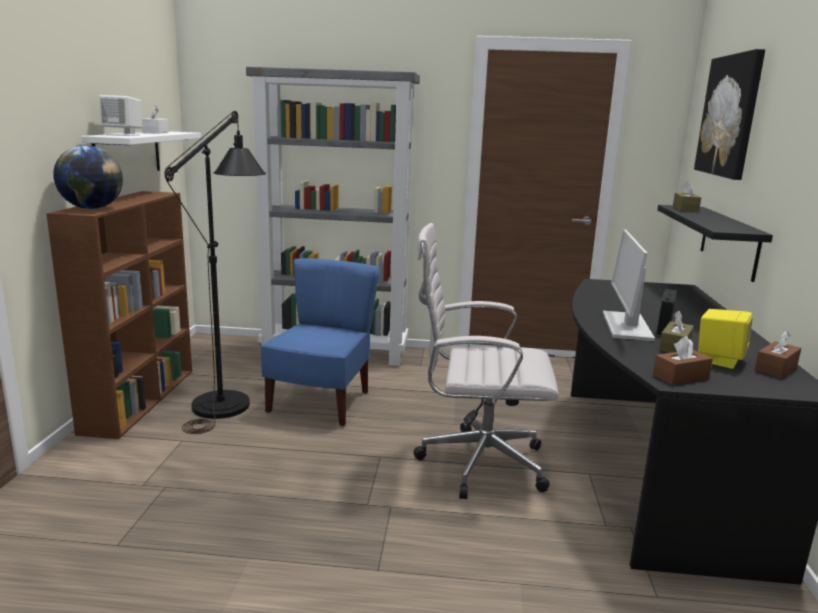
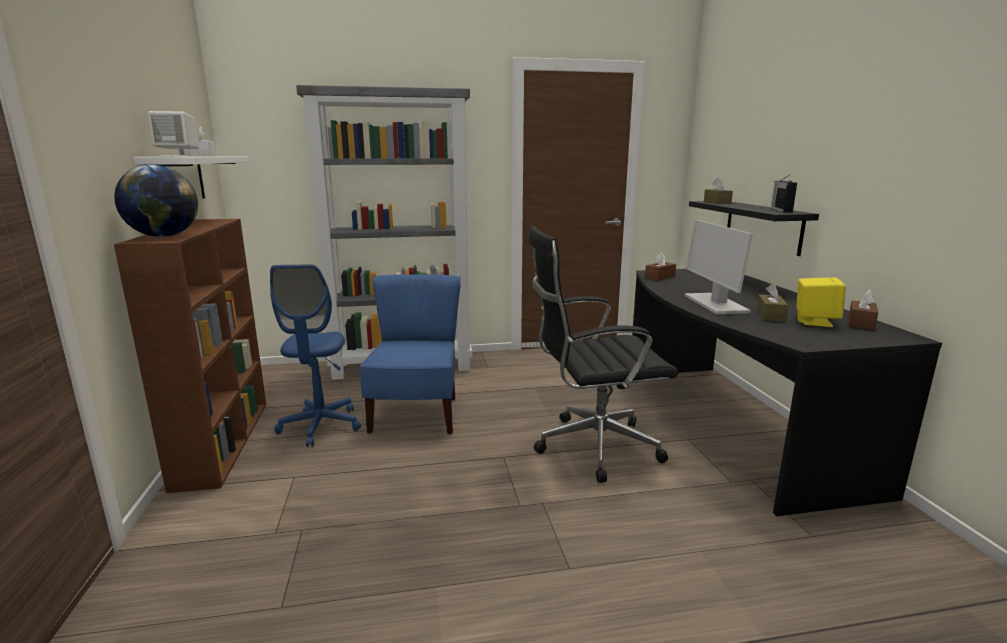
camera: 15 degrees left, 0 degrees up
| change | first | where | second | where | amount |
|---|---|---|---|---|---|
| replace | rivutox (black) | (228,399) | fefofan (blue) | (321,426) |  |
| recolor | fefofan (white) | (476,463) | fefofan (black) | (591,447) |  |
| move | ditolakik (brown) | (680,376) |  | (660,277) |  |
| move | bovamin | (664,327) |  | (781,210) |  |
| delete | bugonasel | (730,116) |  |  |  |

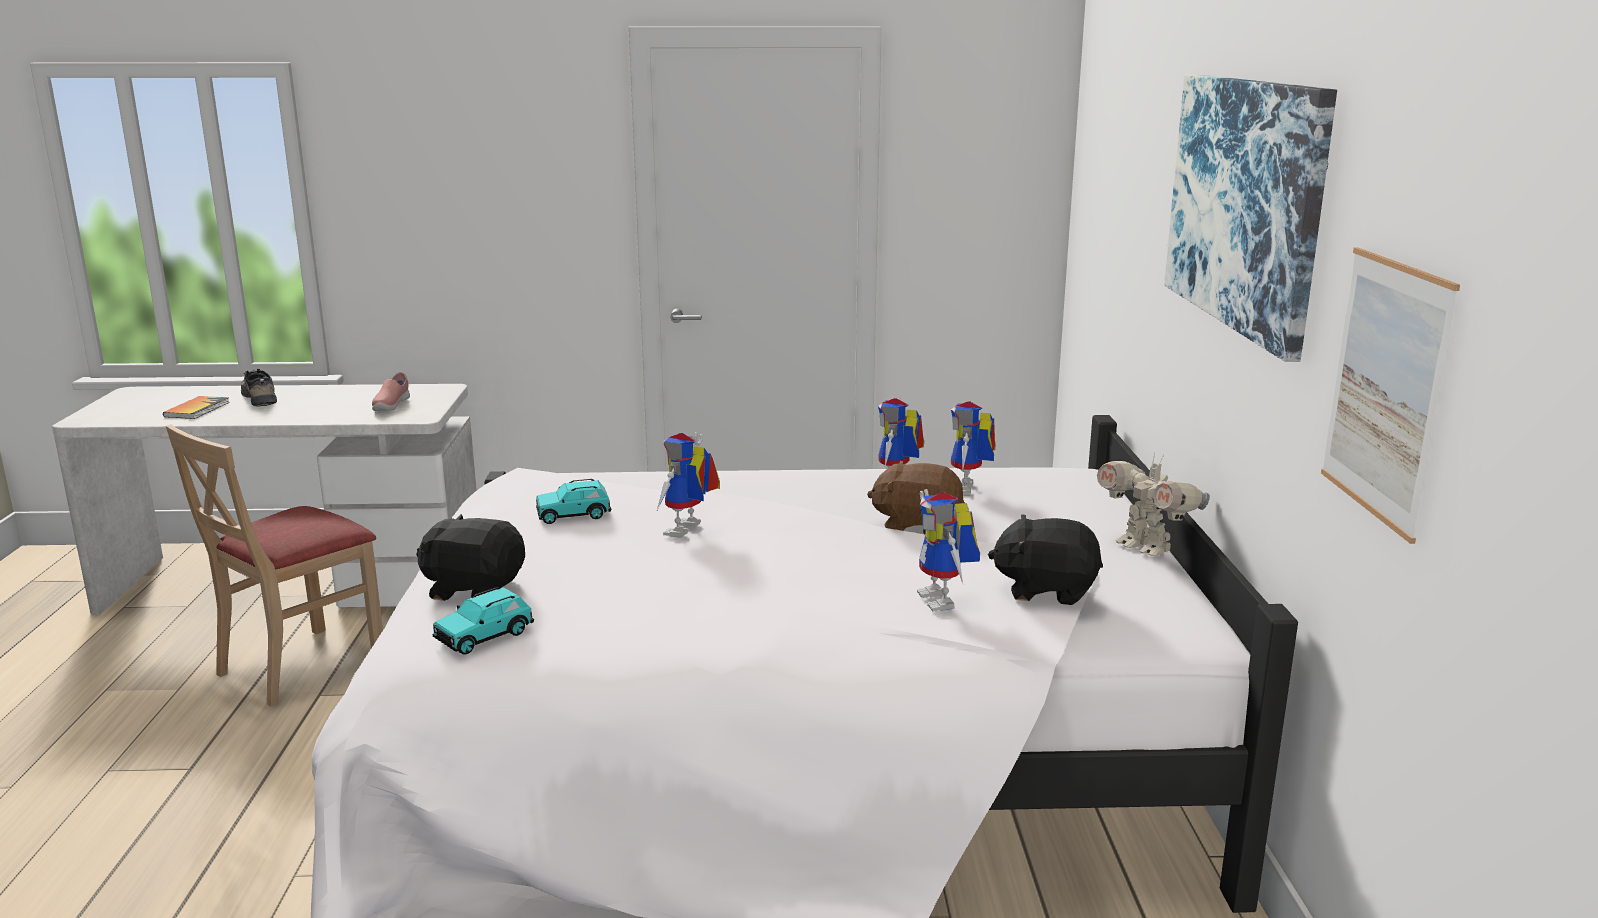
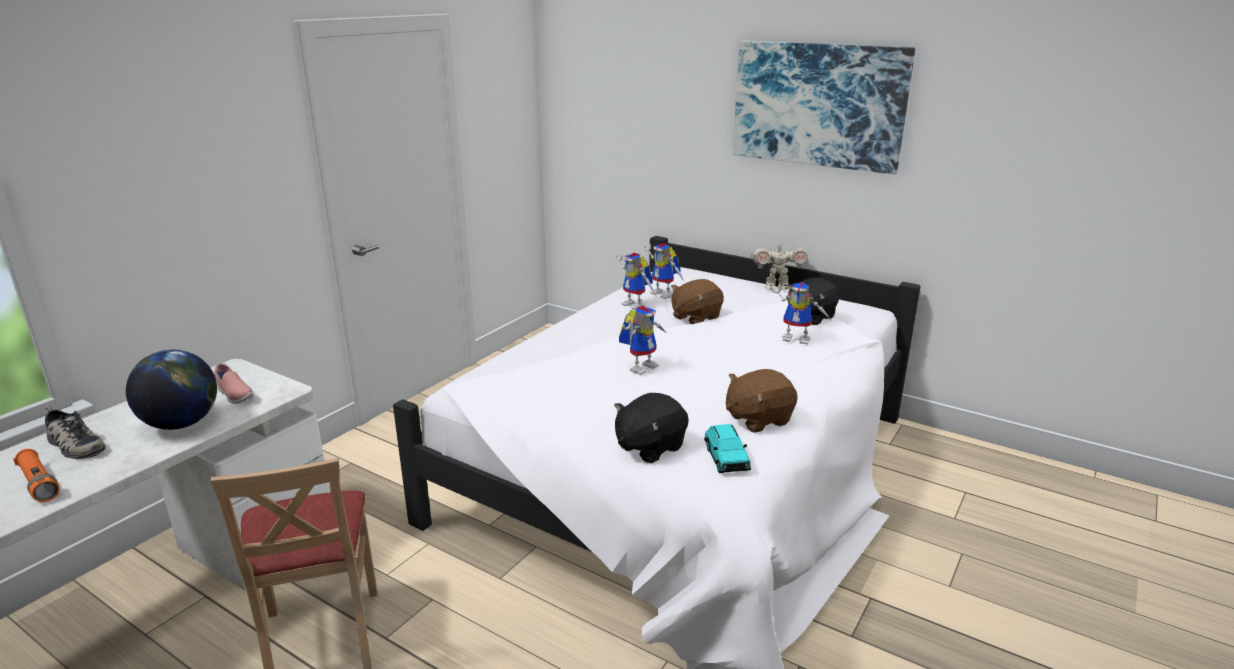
camera: 55 degrees left, 5 degrees up
| change | first | where | second | where | amount |
|---|---|---|---|---|---|
| replace | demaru | (197,409) | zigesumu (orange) | (39,483) |  |
| rotate | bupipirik | (261,397) |  | (73,445) | 150 degrees counterclockwise |
| delete | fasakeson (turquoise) | (574,515) |  |  |  |
| rotate | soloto | (687,532) |  | (642,366) | 105 degrees counterclockwise |
| delete | bugonasel | (1385,389) |  |  |  |
| insert |  |  | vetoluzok | (181,424) |  |
| insert |  |  | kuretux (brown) | (758,419) |  |

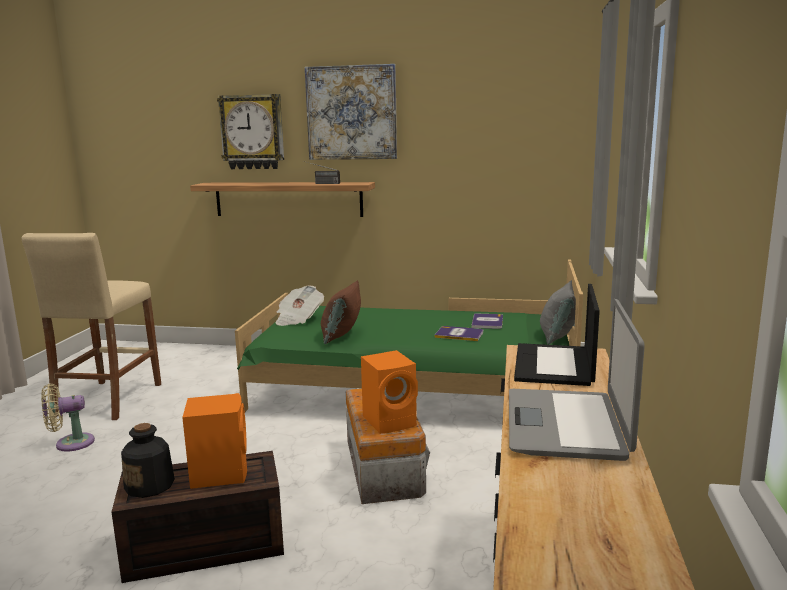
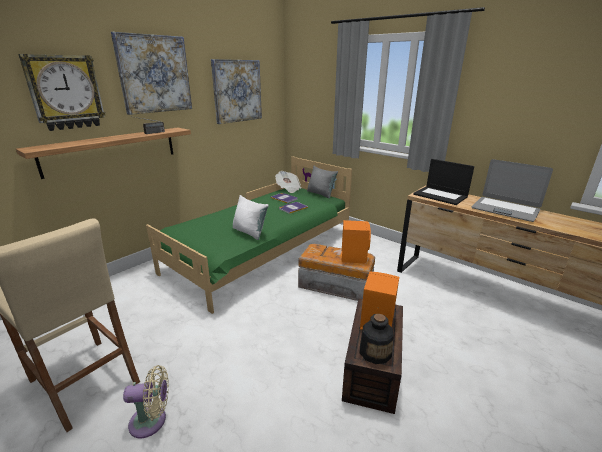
camera: 60 degrees left, 10 degrees up
| change | first | where | second | where | amount |
|---|---|---|---|---|---|
| rotate | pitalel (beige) | (70,443) |  | (152,421) | 105 degrees counterclockwise |
| move | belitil | (298,319) |  | (288,188) |  |
| recolor | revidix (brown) | (341,335) | revidix (white) | (250,232) |  |
| insert |  |  | bugonasel | (237,91) |  |

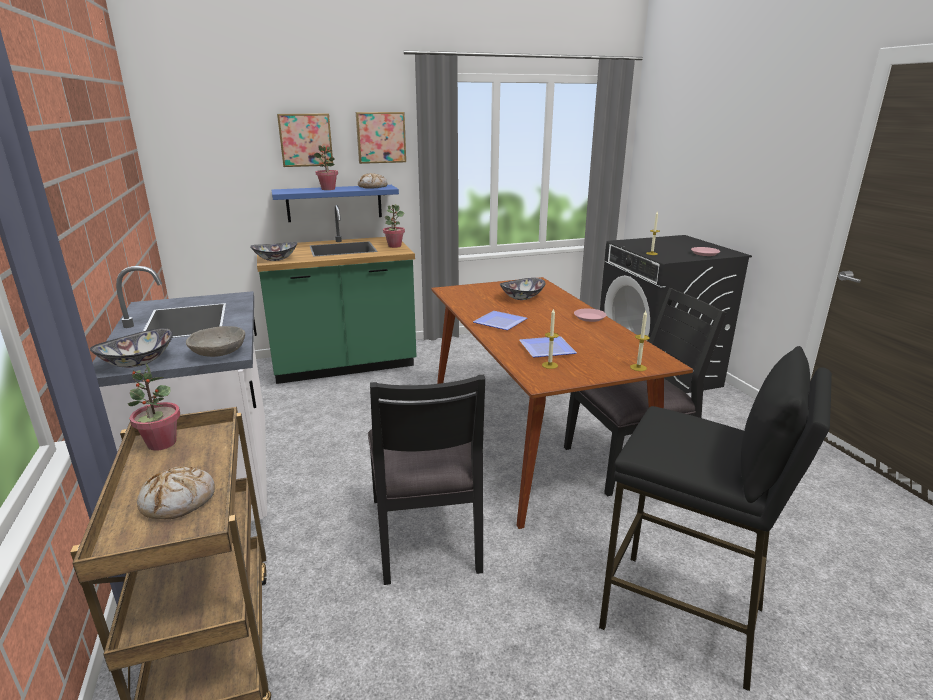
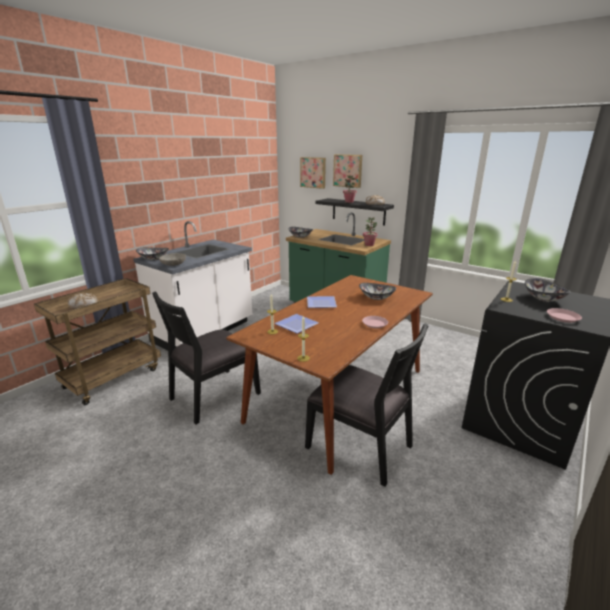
camera: 55 degrees right, 0 degrees up
| change | first | where | second | where | amount |
|---|---|---|---|---|---|
| delete | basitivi | (161,443) |  |  |  |
| recolor | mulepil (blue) | (334,203) | mulepil (black) | (358,211) |  |
| move | bugonasel | (380,137) |  | (313,172) |  |
| delete | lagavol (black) | (683,617) |  |  |  |
| insert |  |  | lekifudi | (544,298) |  |

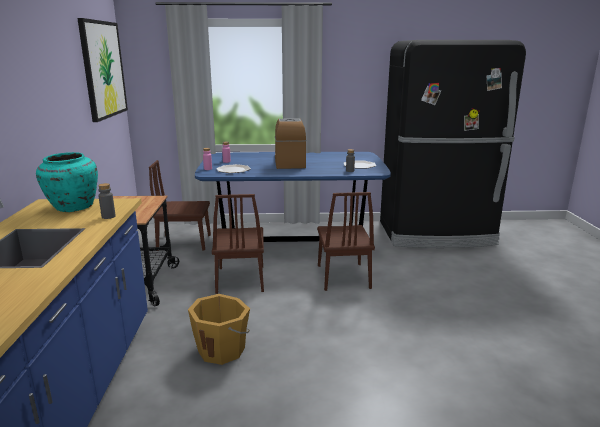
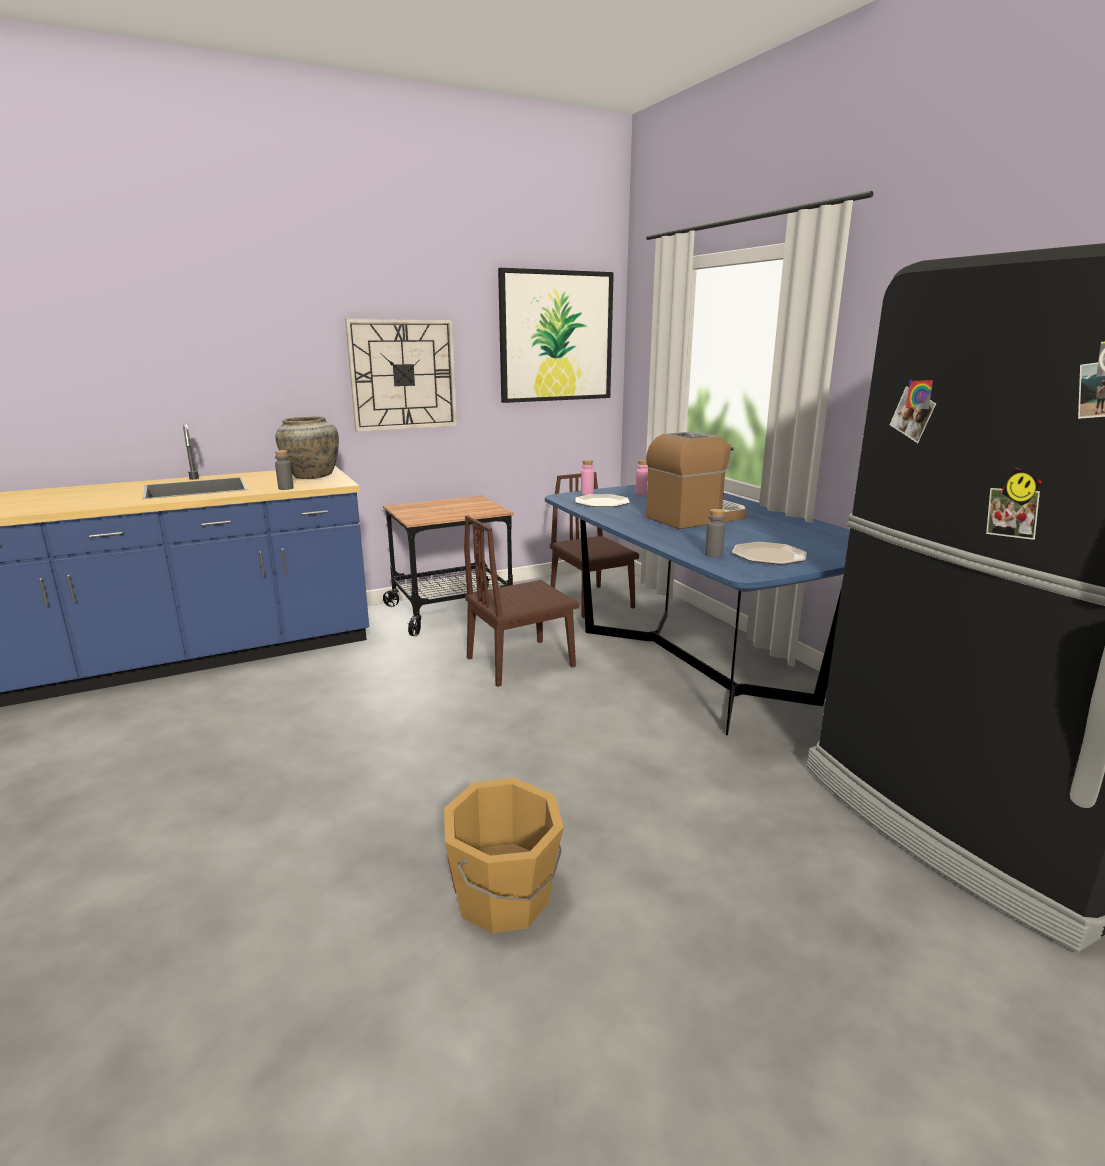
camera: 65 degrees right, 0 degrees up
| change | first | where | second | where | amount |
|---|---|---|---|---|---|
| recolor | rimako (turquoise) | (72,207) | rimako (beige) | (311,476) |  |
| move | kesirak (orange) | (222,349) |  | (505,898) |  |
| delete | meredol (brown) | (343,276) |  |  |  |
| insert |  |  | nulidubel | (403,375) |  |

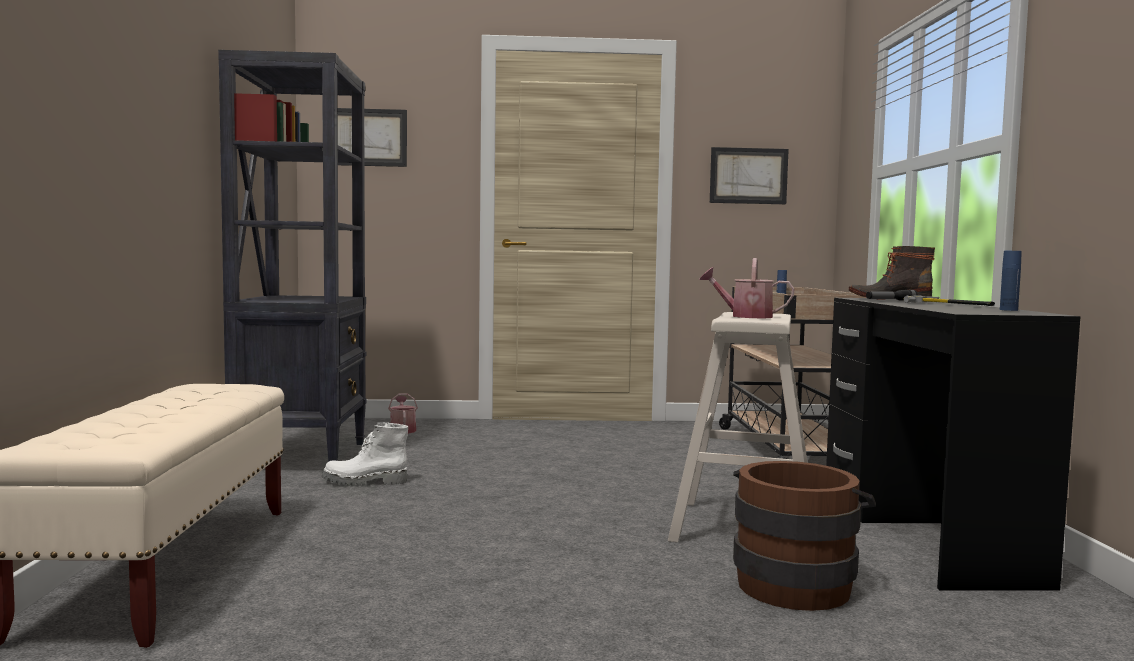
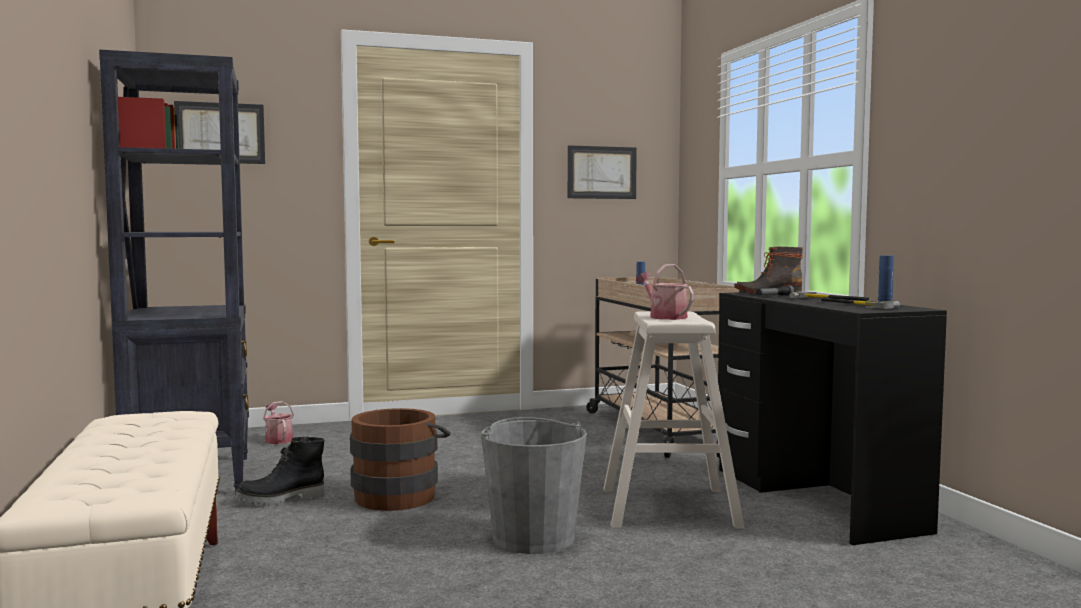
camera: 15 degrees left, 0 degrees up
| change | first | where | second | where | amount |
|---|---|---|---|---|---|
| recolor | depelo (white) | (364,482) | depelo (black) | (281,500) |  |
| rotate | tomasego | (745,316) |  | (664,317) | 60 degrees clockwise |
| move | kesirak (brown) | (796,583) |  | (398,495) |  |
| insert |  |  | kesirak (grey) | (533,538) |  |
| insert |  |  | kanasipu | (854,305) |  |

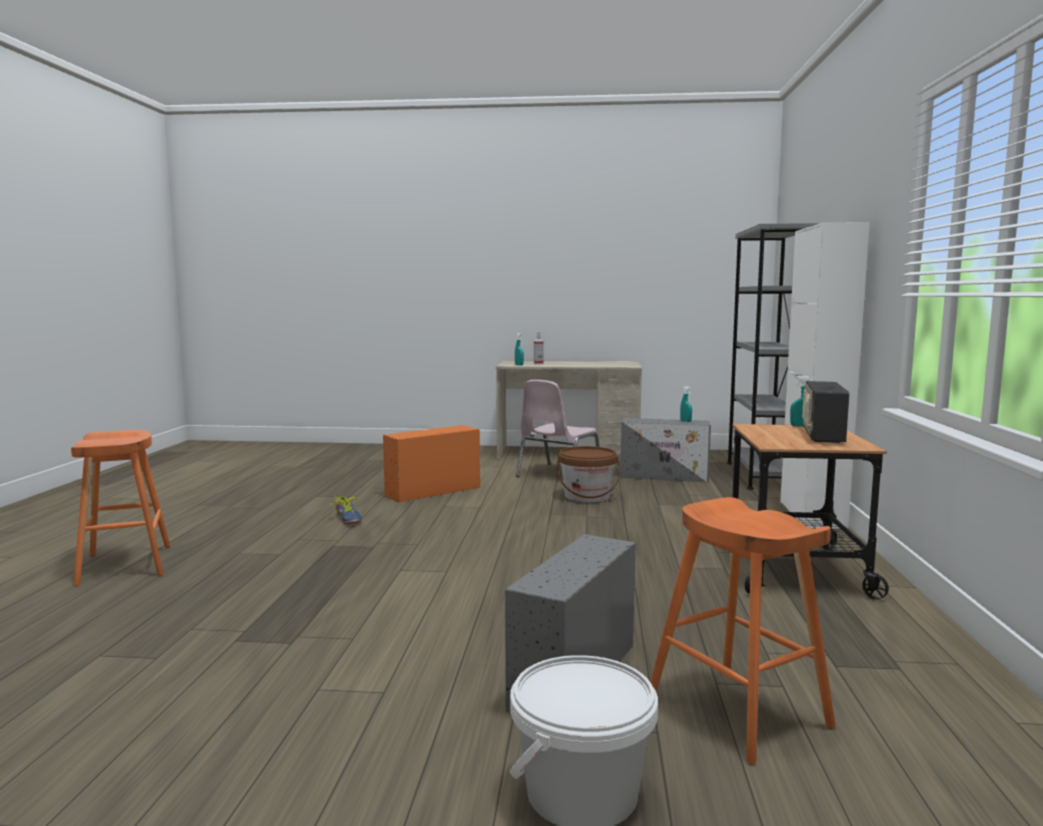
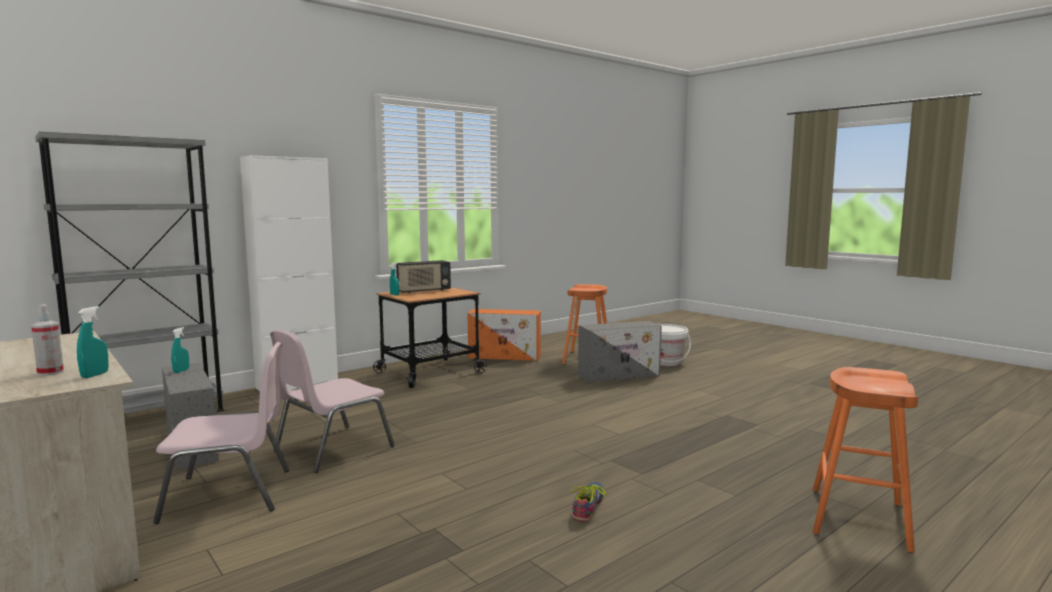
camera: 135 degrees left, 0 degrees up
| change | first | where | second | where | amount |
|---|---|---|---|---|---|
| move | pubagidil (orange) | (432,492) |  | (505,356) |  |
| replace | kesirak (brown) | (587,496) | meredol (pink) | (331,449) |  |

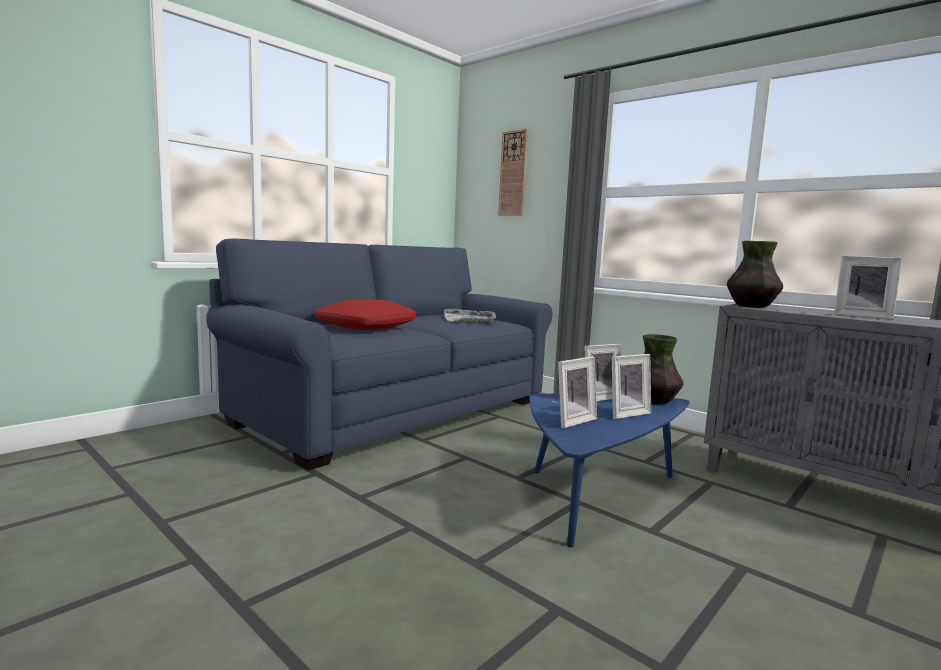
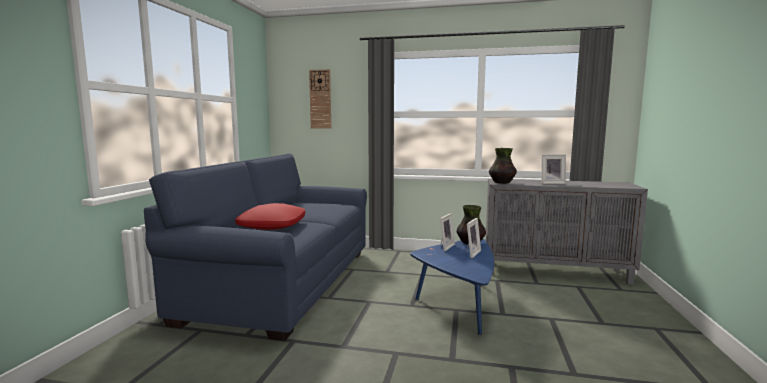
camera: 30 degrees left, 0 degrees up
| change | first | where | second | where | amount |
|---|---|---|---|---|---|
| delete | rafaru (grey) | (469,319) |  |  |  |
| delete | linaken | (571,421) |  |  |  |

